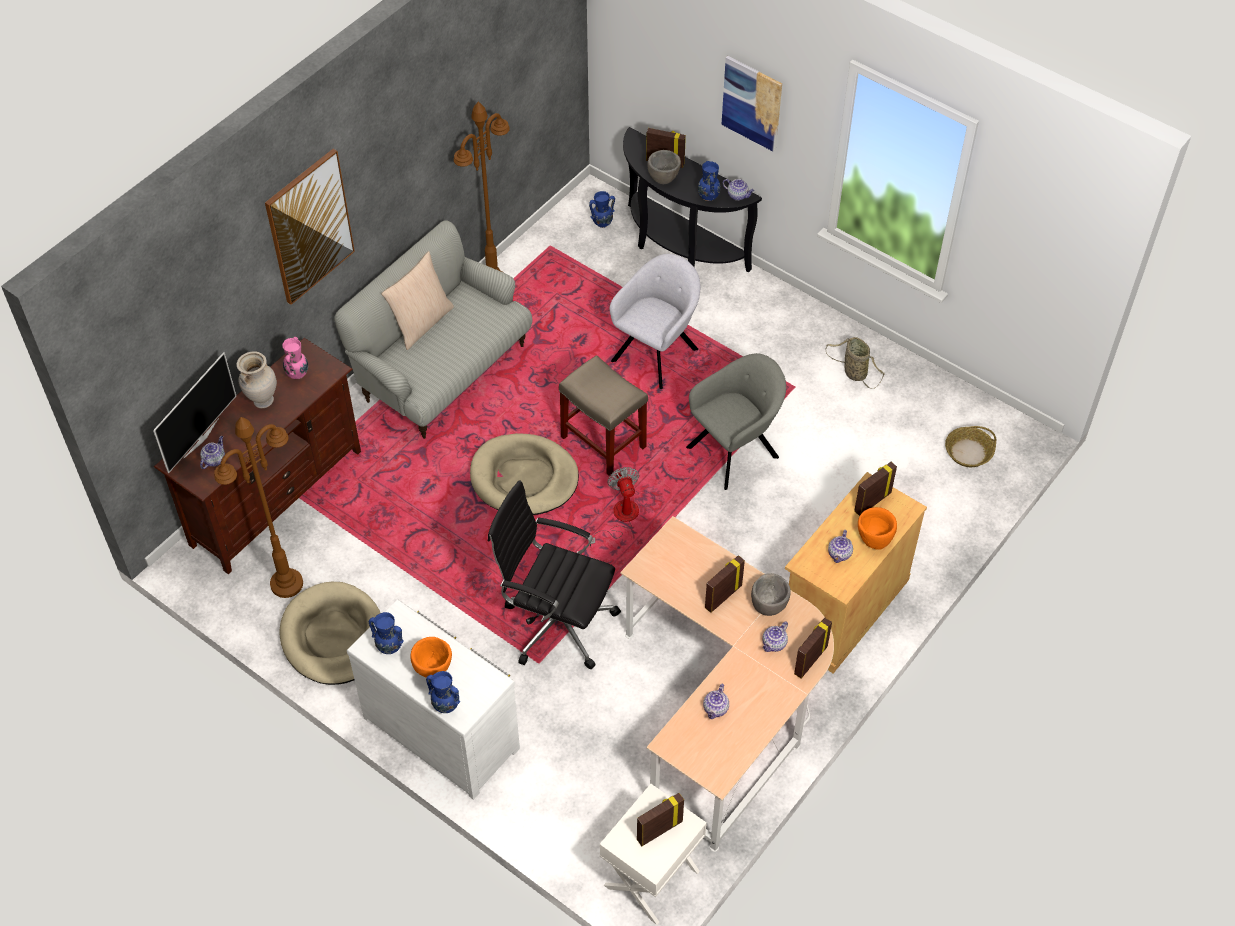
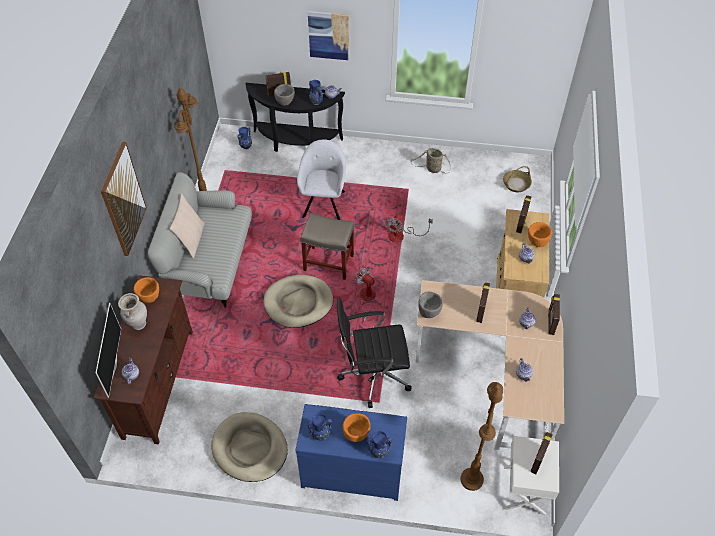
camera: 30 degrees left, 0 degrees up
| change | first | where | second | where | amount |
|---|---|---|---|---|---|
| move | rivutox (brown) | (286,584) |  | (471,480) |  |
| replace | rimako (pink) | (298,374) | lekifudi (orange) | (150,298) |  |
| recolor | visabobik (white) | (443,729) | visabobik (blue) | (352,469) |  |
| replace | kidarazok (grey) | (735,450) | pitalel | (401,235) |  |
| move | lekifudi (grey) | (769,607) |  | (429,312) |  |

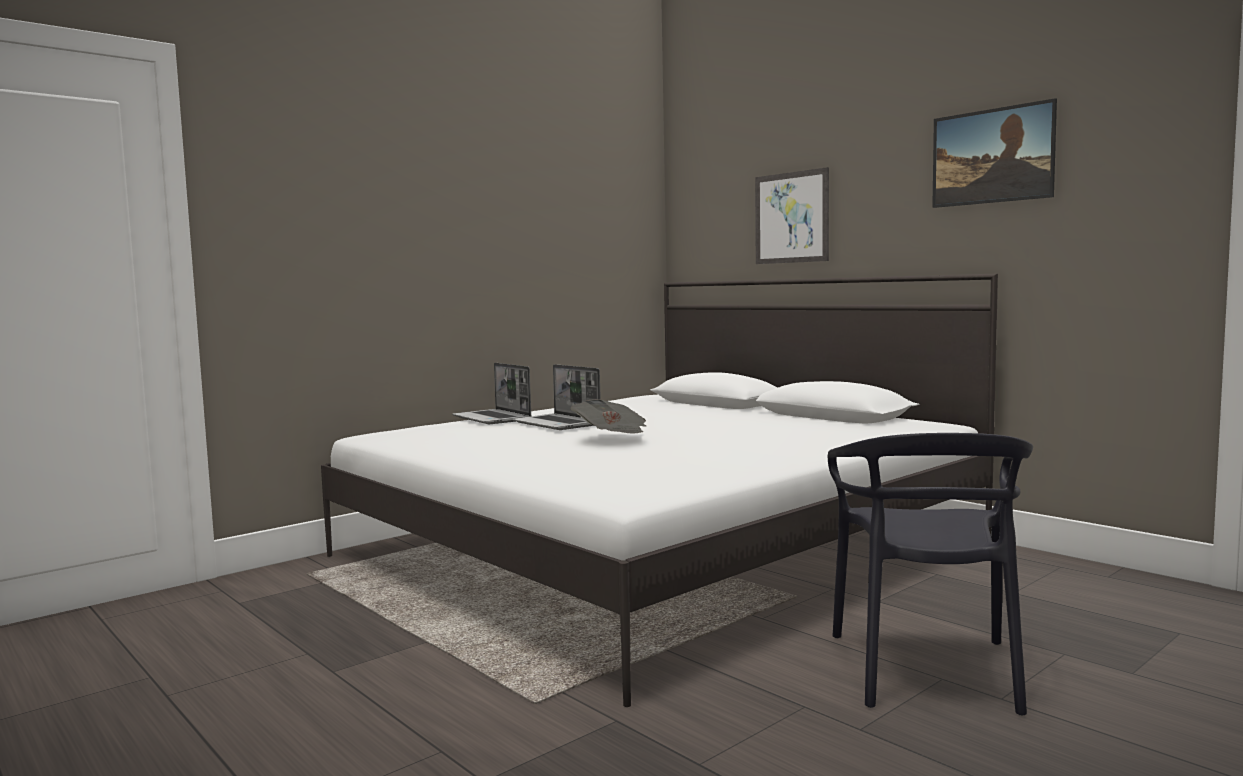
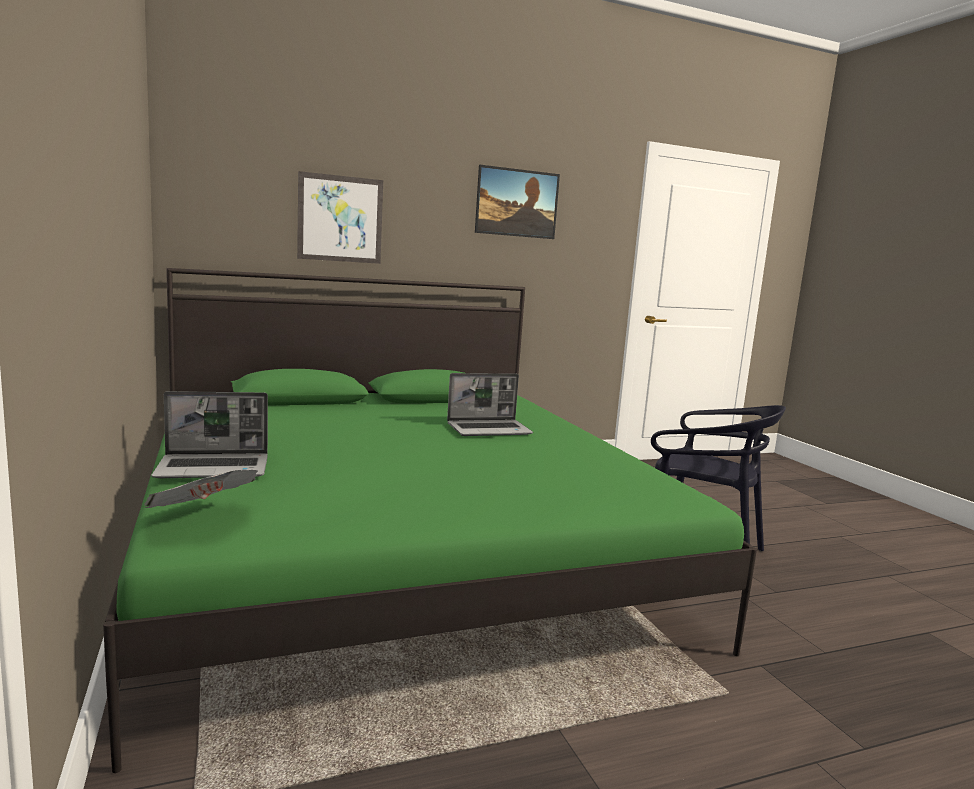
camera: 70 degrees left, 5 degrees up
| change | first | where | second | where | amount |
|---|---|---|---|---|---|
| recolor | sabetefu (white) | (657,550) | sabetefu (green) | (399,553) |  |
| move | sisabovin | (558,424) |  | (489,429) |  |
| move | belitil | (612,439) |  | (202,517) |  |

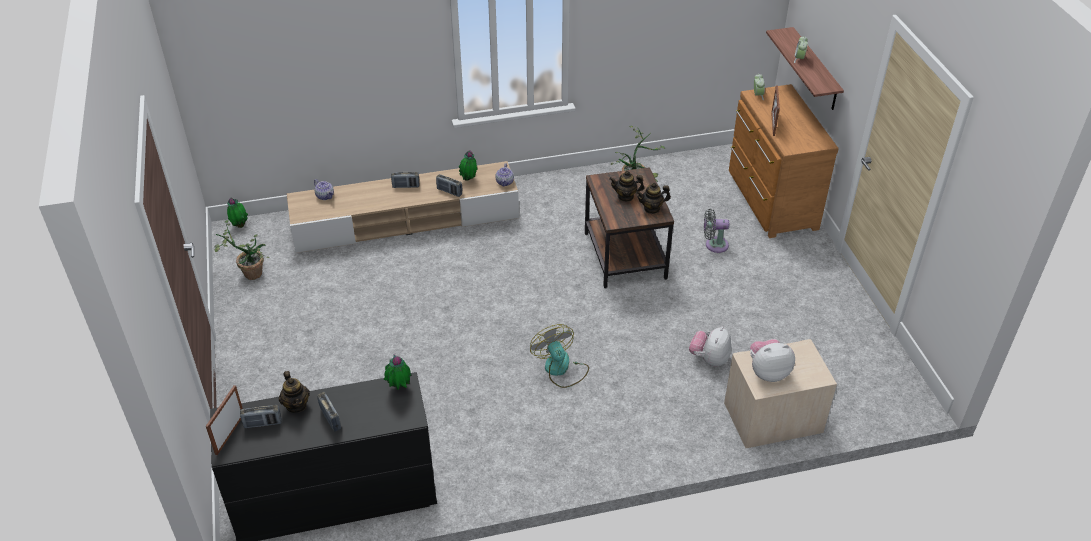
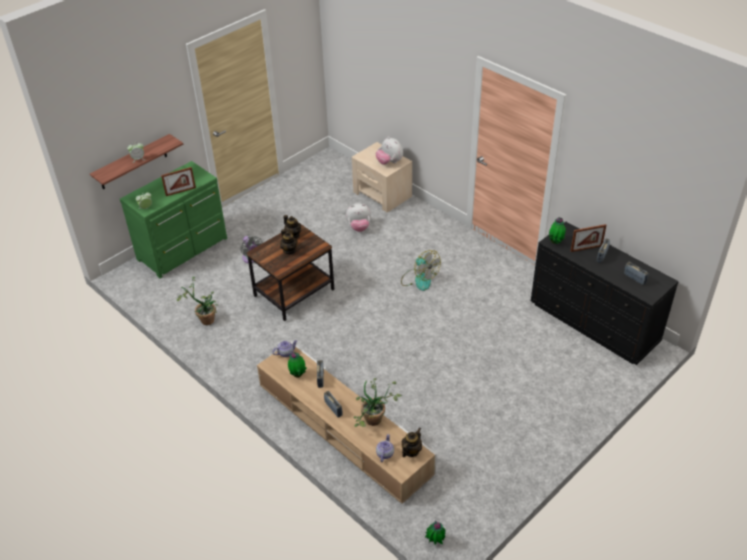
camera: 120 degrees left, 0 degrees up
| change | first | where | second | where | amount |
|---|---|---|---|---|---|
| move | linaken | (230,434) |  | (586,248) |  |
| move | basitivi | (249,272) |  | (374,423) |  |
| move | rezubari | (296,405) |  | (411,451) |  |
| rotate | pitalel | (561,369) |  | (419,279) | 75 degrees counterclockwise |
| recolor | visabobik (brown) | (770,201) | visabobik (green) | (184,249) |  |

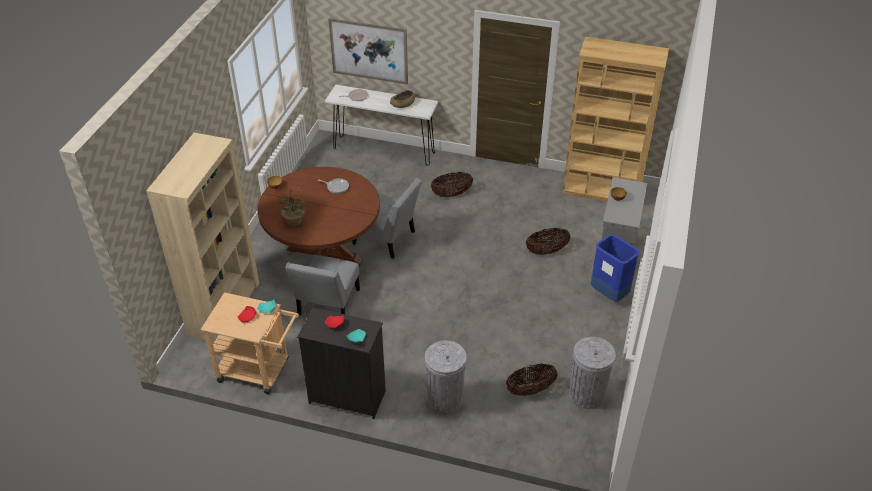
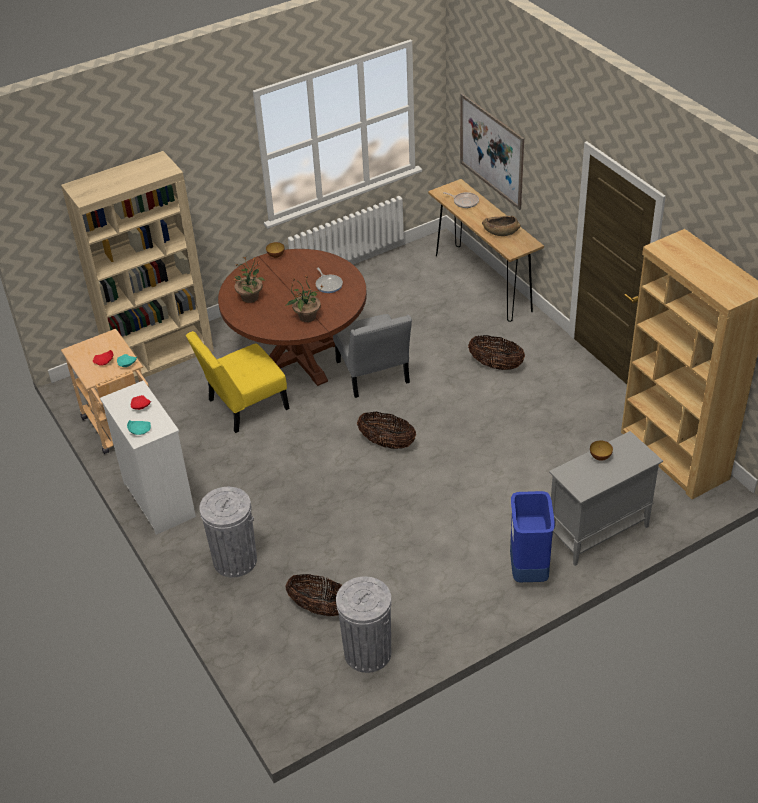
camera: 45 degrees right, 0 degrees up
| change | first | where | second | where | amount |
|---|---|---|---|---|---|
| recolor | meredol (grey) | (327,305) | meredol (yellow) | (244,406) |  |
| recolor | visabobik (black) | (347,396) | visabobik (white) | (159,499) |  |
| recolor | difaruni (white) | (383,151) | difaruni (brown) | (483,282) |  |
| move | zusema | (546,251) |  | (387,443) |  |
| insert |  |  | basitivi | (307,317) |  |

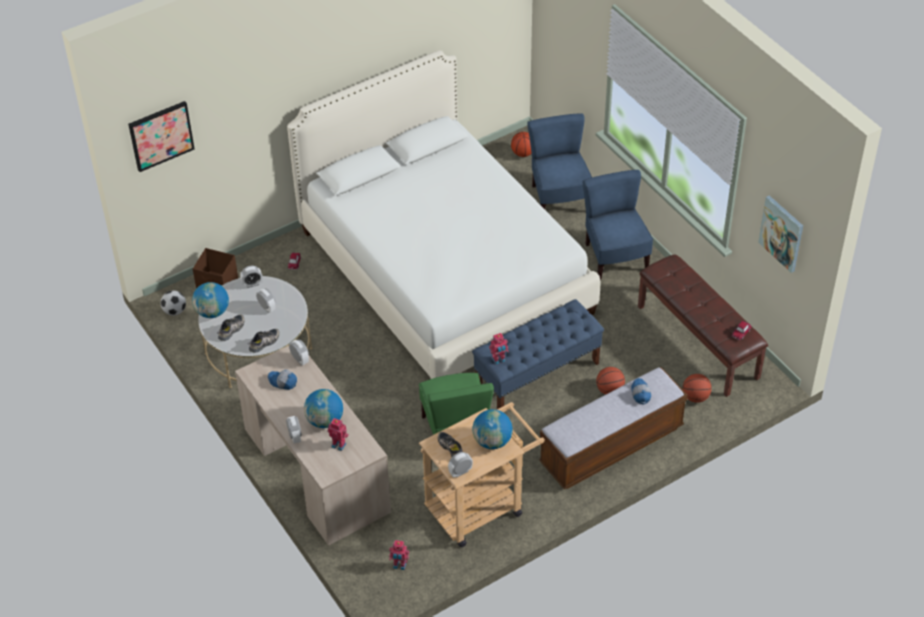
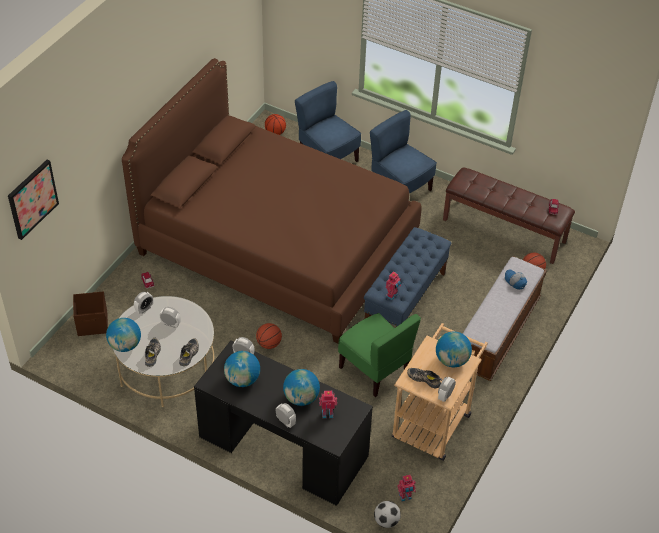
camera: 30 degrees left, 0 degrees up
| change | first | where | second | where | amount |
|---|---|---|---|---|---|
| move | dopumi | (175,311) |  | (386,521) |  |
| recolor | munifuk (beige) | (316,469) | munifuk (black) | (283,445) |  |
| replace | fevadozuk | (283,382) | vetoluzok | (242,380) |  |
| recolor | sabetefu (white) | (445,271) | sabetefu (brown) | (277,244) |  |
| move | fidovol | (609,390) |  | (269,344) |  |
| delete | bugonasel | (782,233) |  |  |  |

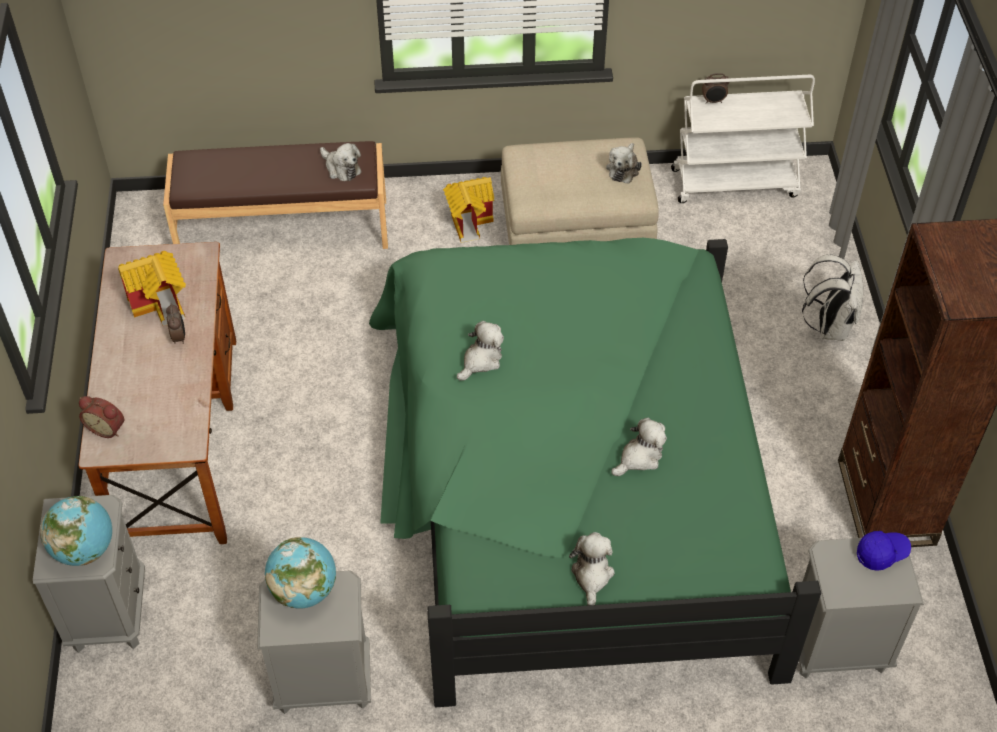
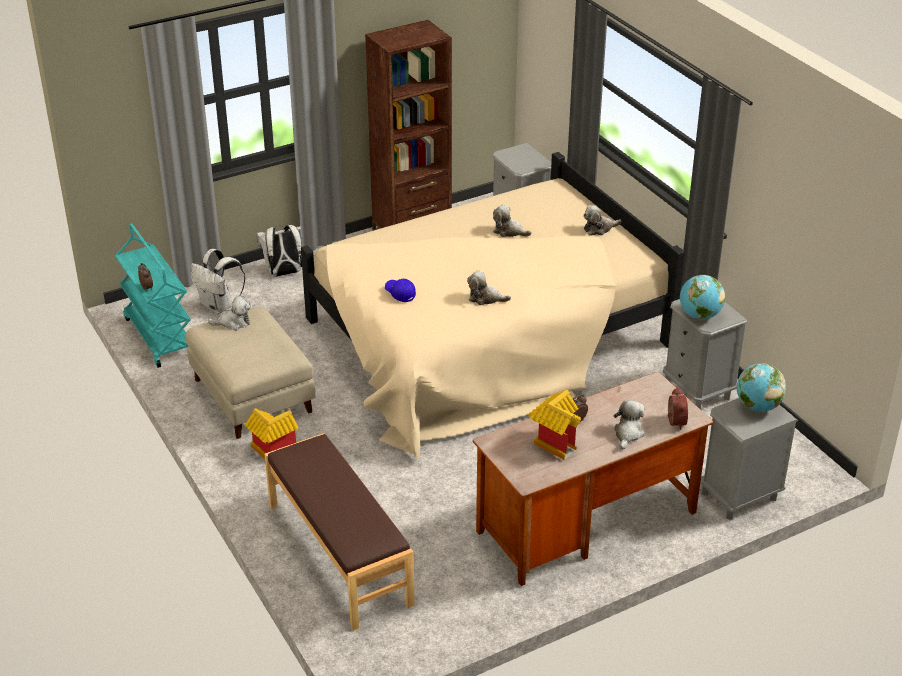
camera: 115 degrees left, 15 degrees down
| change | first | where | second | where | amount |
|---|---|---|---|---|---|
| move | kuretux | (341,168) |  | (628,434) |  |
| recolor | sabetefu (green) | (569,484) | sabetefu (beige) | (485,340) |  |
| recolor | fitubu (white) | (735,182) | fitubu (turquoise) | (159,337) |  |
| move | fevadozuk (blue) | (881,553) |  | (400,294) |  |
| insert |  |  | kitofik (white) | (219,306) |  |

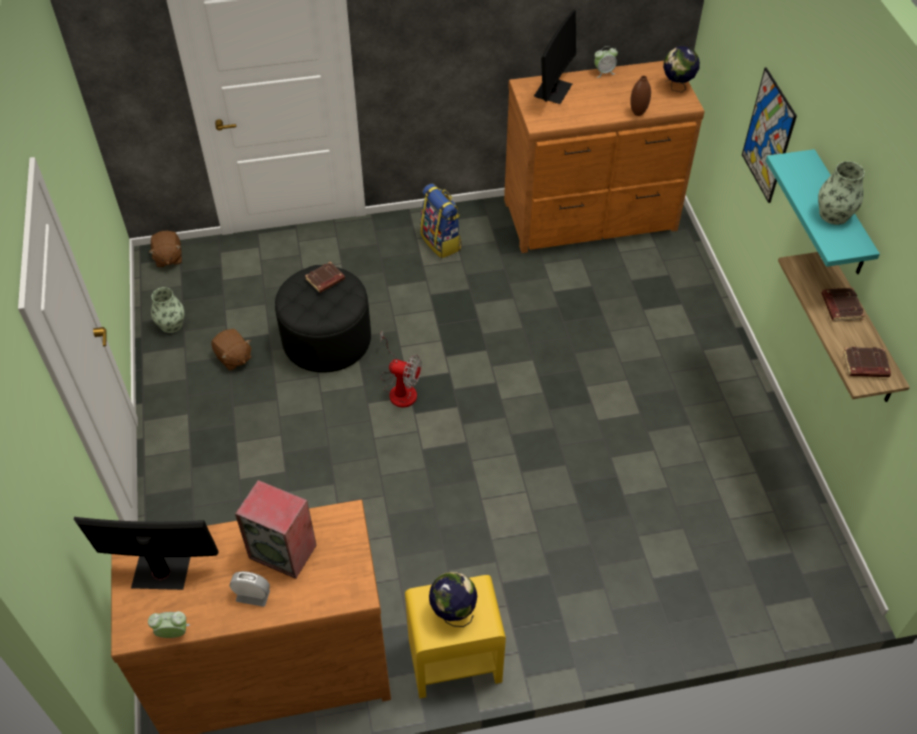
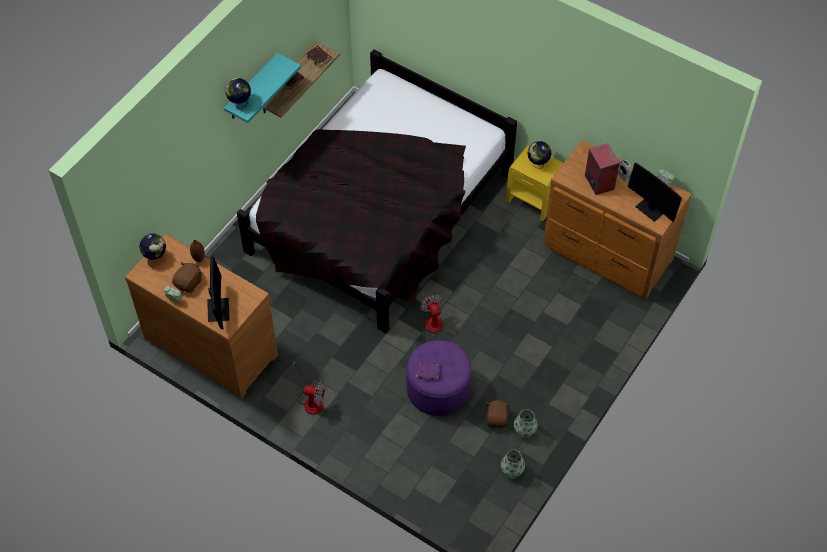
camera: 135 degrees left, 5 degrees up
| change | first | where | second | where | amount |
|---|---|---|---|---|---|
| move | kuretux (brown) | (168,258) |  | (189,283) |  |
| recolor | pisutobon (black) | (327,339) | pisutobon (purple) | (438,389) |  |
| recolor | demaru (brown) | (325,280) | demaru (purple) | (428,371) |  |
| replace | kitofik | (441,242) | pitalel | (310,400) |  |
| rotate | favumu | (553,91) |  | (218,310) | 105 degrees clockwise |
| delete | bugonasel | (768,136) |  |  |  |
| move | rimako | (833,214) |  | (524,431) |  |
| insert |  |  | vetoluzok | (240,104) |  |
| insert |  |  | sabetefu (black) | (380,214) |  |

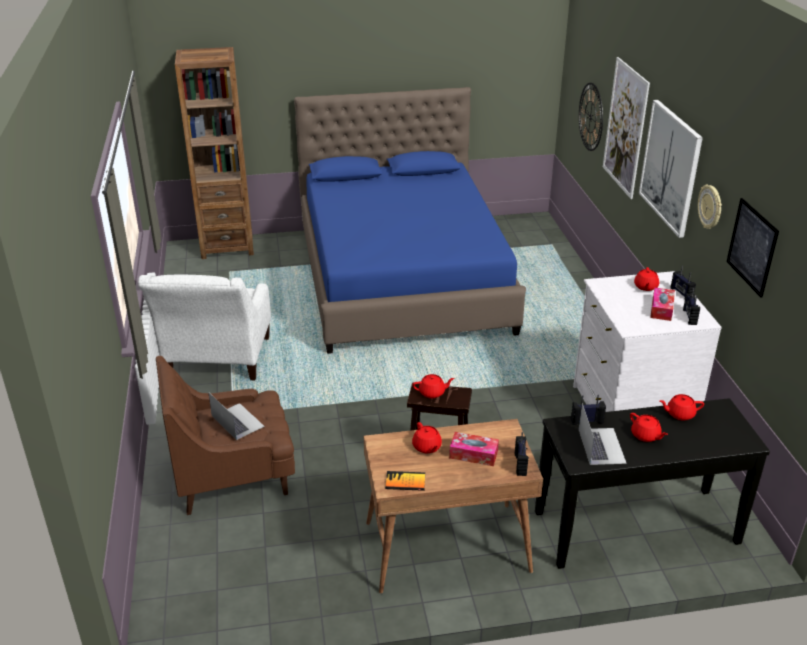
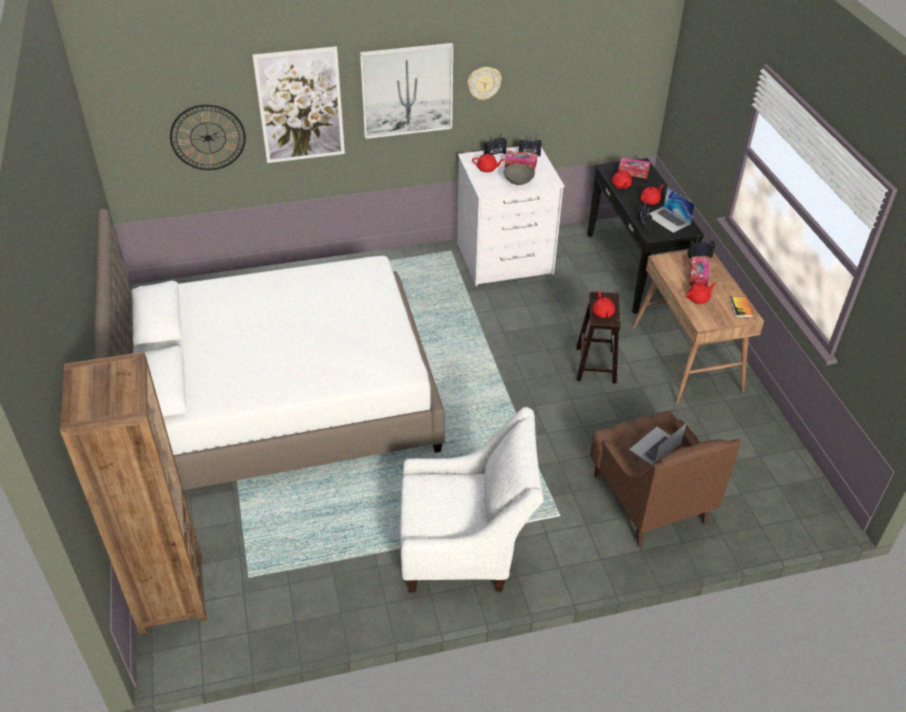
camera: 95 degrees left, 10 degrees up
| change | first | where | second | where | amount |
|---|---|---|---|---|---|
| recolor | sabetefu (blue) | (403,279) | sabetefu (white) | (282,400) |  |
| rotate | sisabovin | (601,446) |  | (668,219) | 120 degrees counterclockwise |
| delete | bugonasel | (752,247) |  |  |  |
| insert |  |  | lekifudi (grey) | (518,182) |  |
| insert |  |  | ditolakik | (633,172) |  |

